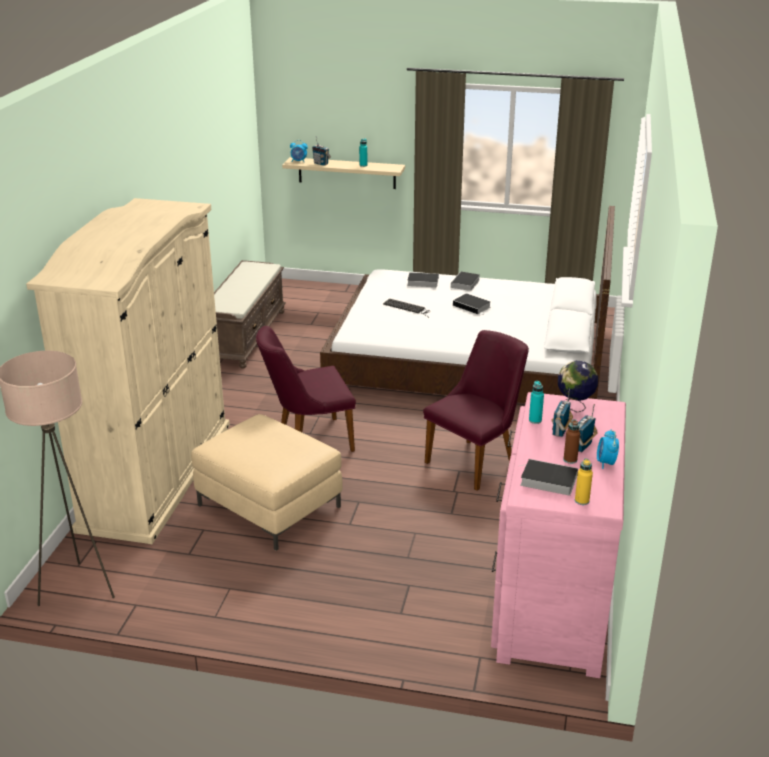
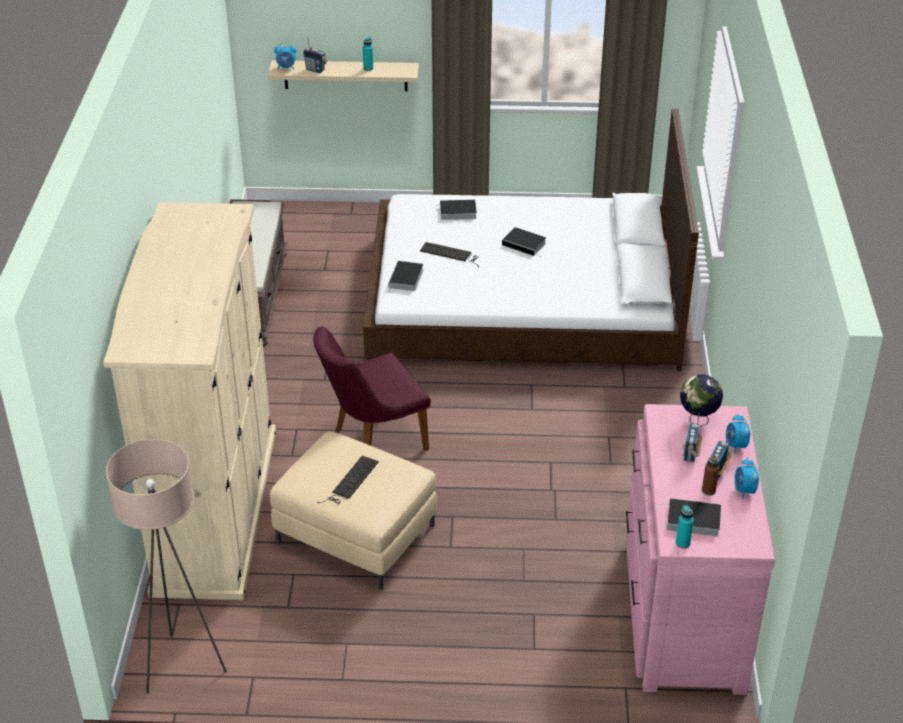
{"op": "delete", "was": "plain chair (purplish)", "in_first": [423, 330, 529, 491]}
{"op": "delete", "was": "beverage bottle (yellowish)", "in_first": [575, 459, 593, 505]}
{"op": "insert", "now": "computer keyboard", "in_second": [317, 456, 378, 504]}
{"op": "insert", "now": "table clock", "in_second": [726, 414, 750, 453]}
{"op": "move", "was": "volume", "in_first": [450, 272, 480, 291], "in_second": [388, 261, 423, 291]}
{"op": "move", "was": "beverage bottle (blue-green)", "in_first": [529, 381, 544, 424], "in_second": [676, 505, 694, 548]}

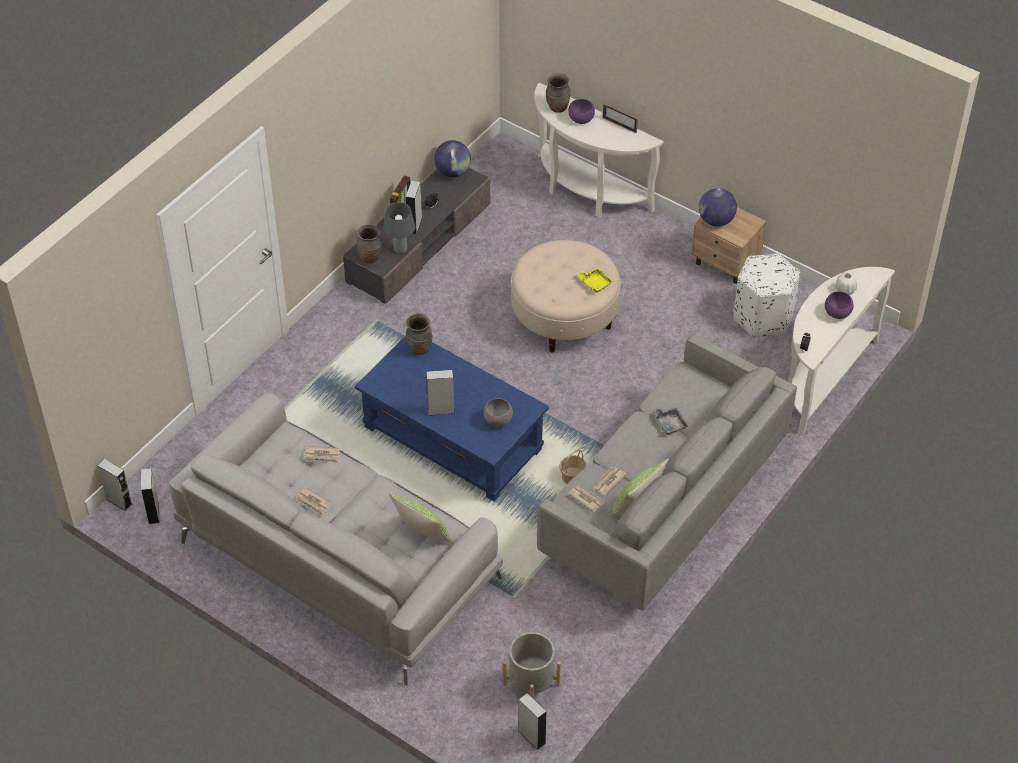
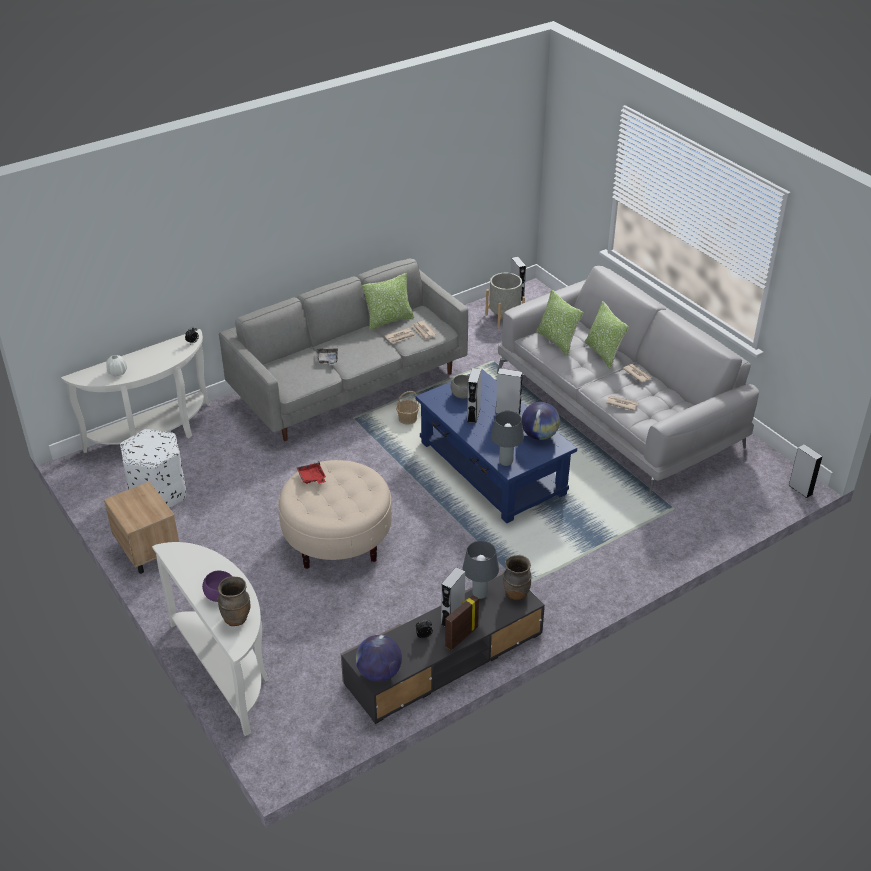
{"op": "delete", "was": "standing frame", "in_first": [603, 103, 638, 133]}
{"op": "delete", "was": "bowl (purplish)", "in_first": [825, 291, 853, 319]}
{"op": "insert", "now": "pillow", "in_second": [585, 301, 629, 369]}
{"op": "move", "was": "speaker (gray)", "in_first": [141, 468, 159, 524], "in_second": [467, 368, 481, 423]}
{"op": "move", "was": "world globe", "in_first": [699, 188, 737, 226], "in_second": [522, 402, 560, 440]}
{"op": "replace", "was": "flower vase (brown)", "now": "lamp for a table (gray)", "in_first": [406, 313, 432, 355], "in_second": [491, 411, 524, 466]}
{"op": "recolor", "was": "serving tray (yellowish)", "now": "serving tray (red)", "in_first": [578, 268, 613, 293], "in_second": [296, 462, 326, 484]}

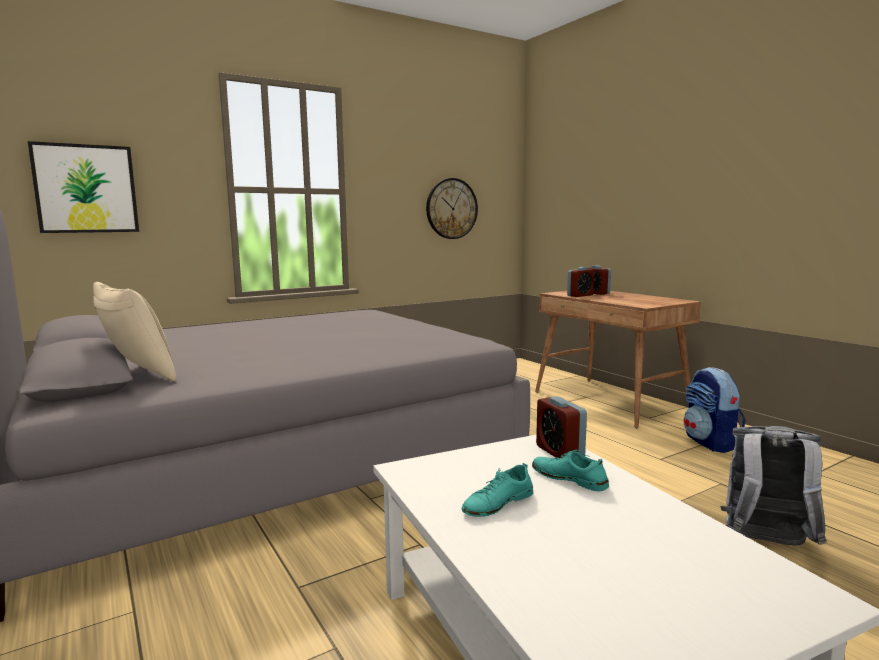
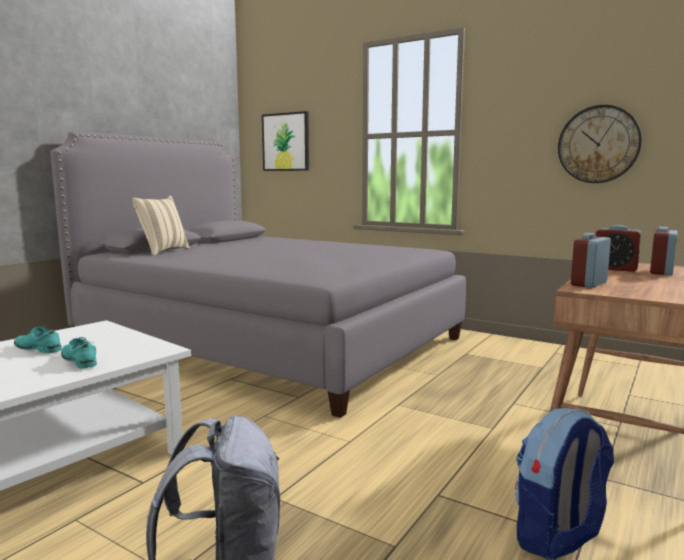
{"op": "move", "was": "table clock", "in_first": [536, 396, 587, 458], "in_second": [571, 233, 611, 288]}
{"op": "rotate", "was": "low shoe (blue-green)", "in_first": [532, 450, 609, 491], "in_second": [61, 337, 97, 369], "clockwise": -60}

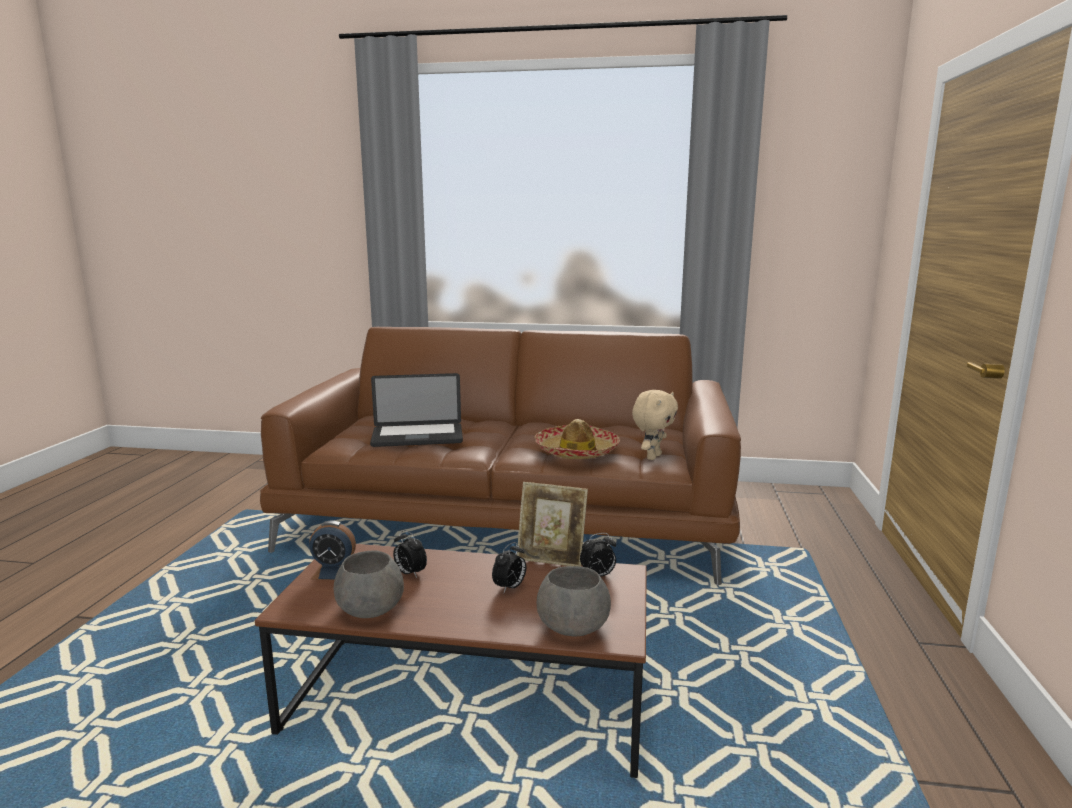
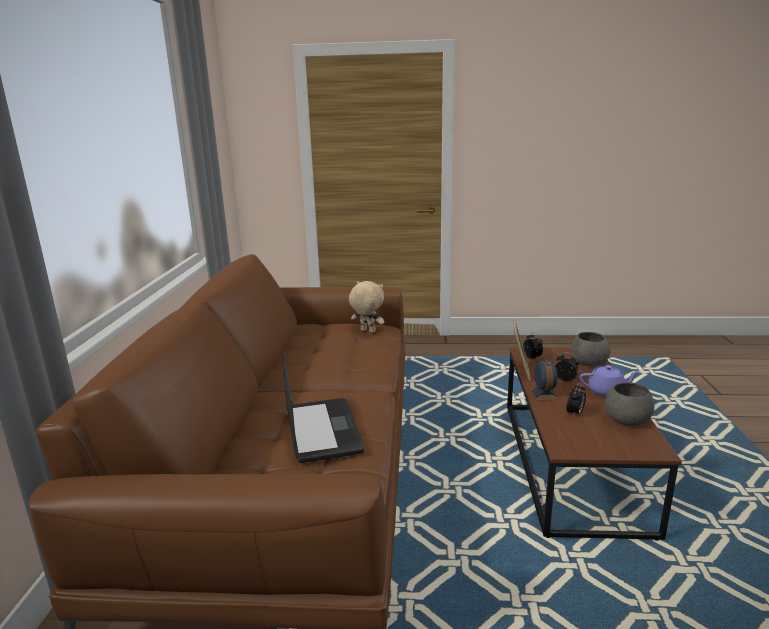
{"op": "delete", "was": "clothing hat", "in_first": [535, 419, 620, 459]}
{"op": "insert", "now": "pot for tea (purplish)", "in_second": [580, 365, 640, 397]}
{"op": "move", "was": "table clock", "in_first": [309, 521, 356, 580], "in_second": [531, 359, 558, 401]}

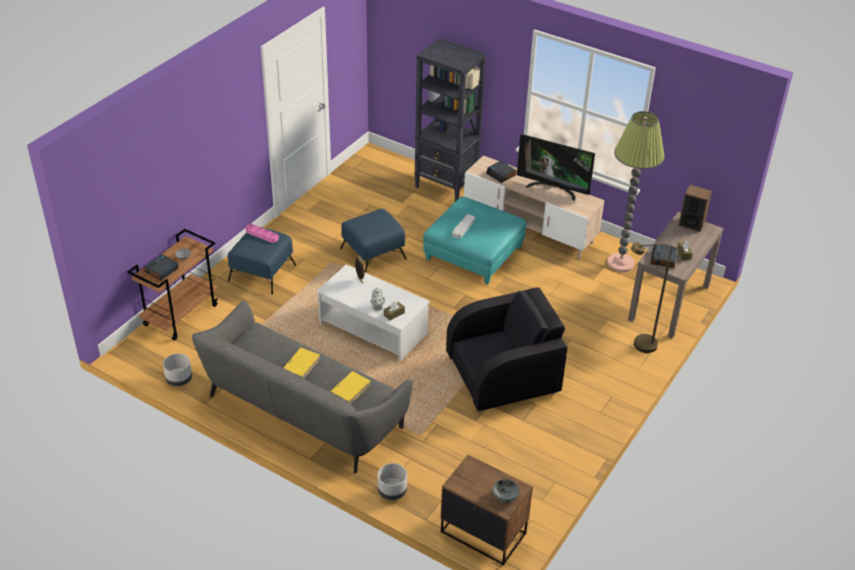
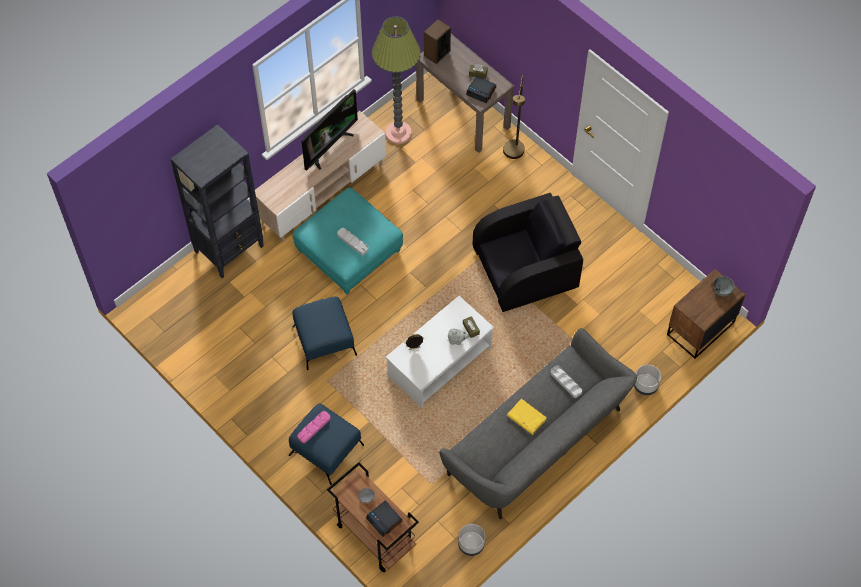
{"op": "delete", "was": "table clock", "in_first": [486, 161, 517, 183]}
{"op": "replace", "was": "volume (yellowish)", "now": "serving tray (gray)", "in_first": [330, 371, 371, 404], "in_second": [550, 365, 582, 398]}
{"op": "rotate", "was": "armchair (black)", "in_first": [446, 288, 567, 412], "in_second": [473, 193, 583, 312], "clockwise": 75}

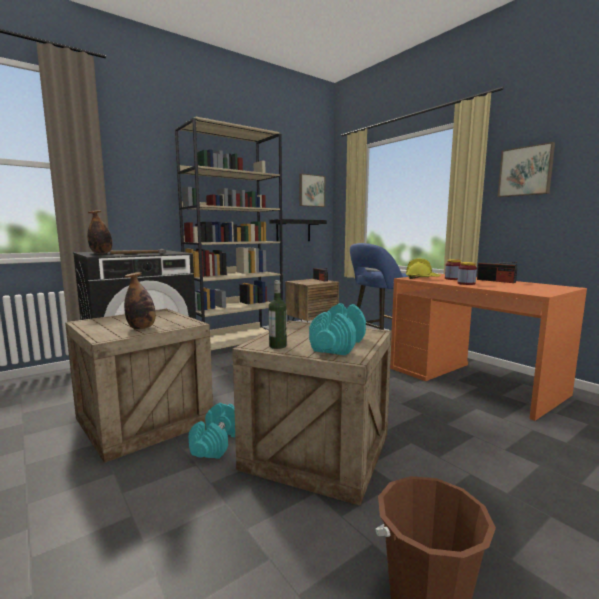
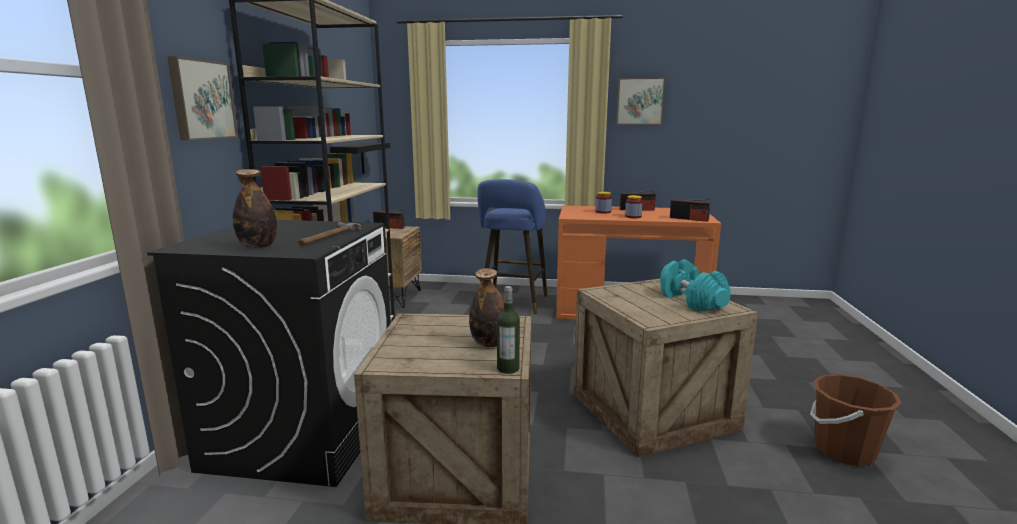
{"op": "delete", "was": "dumbbell (blue-green)", "in_first": [189, 403, 235, 459]}
{"op": "delete", "was": "hard hat (yellowish)", "in_first": [406, 258, 441, 279]}
{"op": "insert", "now": "radio receiver", "in_second": [670, 199, 710, 222]}
{"op": "move", "was": "beverage bottle", "in_first": [269, 280, 287, 349], "in_second": [497, 286, 520, 374]}
{"op": "move", "was": "wall art", "in_first": [299, 173, 326, 207], "in_second": [167, 56, 238, 140]}

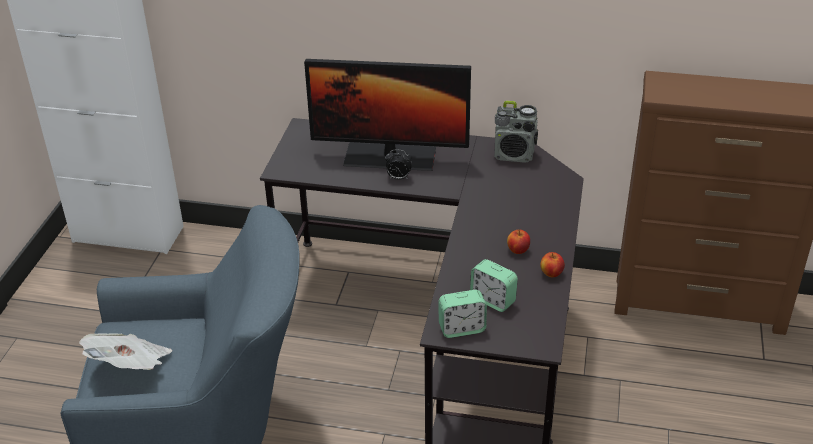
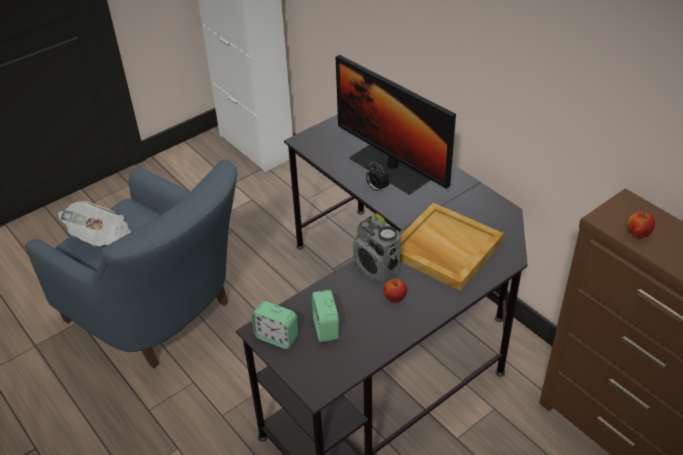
{"op": "insert", "now": "serving tray (beige)", "in_second": [400, 203, 504, 291]}
{"op": "move", "was": "radio receiver", "in_first": [494, 101, 538, 163], "in_second": [353, 213, 401, 283]}
{"op": "move", "was": "apple", "in_first": [540, 252, 565, 278], "in_second": [628, 211, 655, 238]}

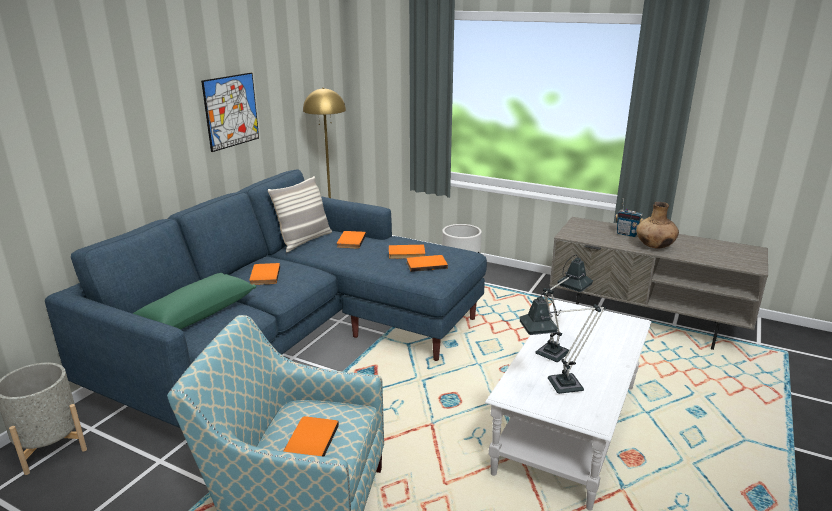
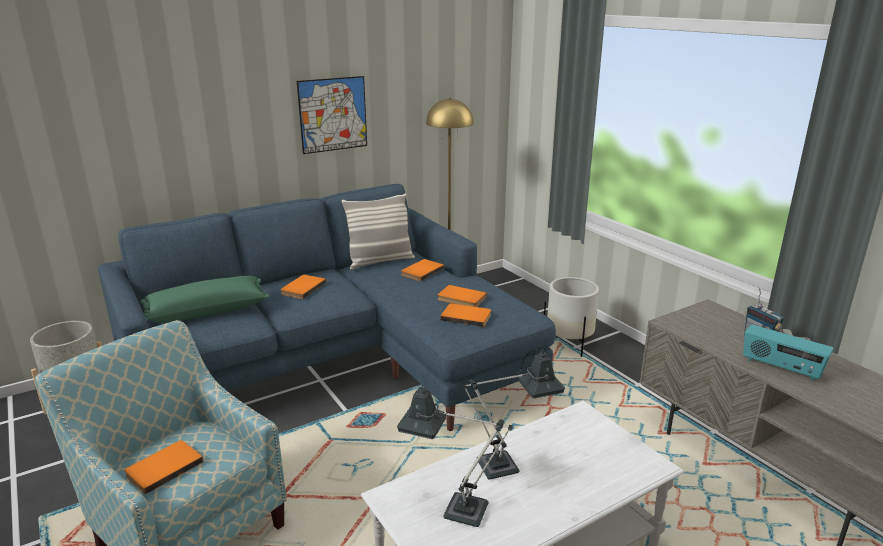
{"op": "replace", "was": "flower vase (brown)", "now": "radio receiver", "in_first": [636, 202, 679, 249], "in_second": [743, 324, 833, 381]}

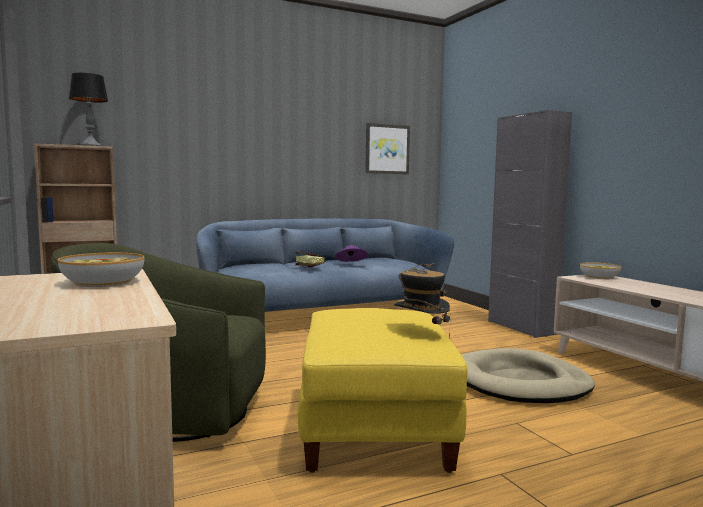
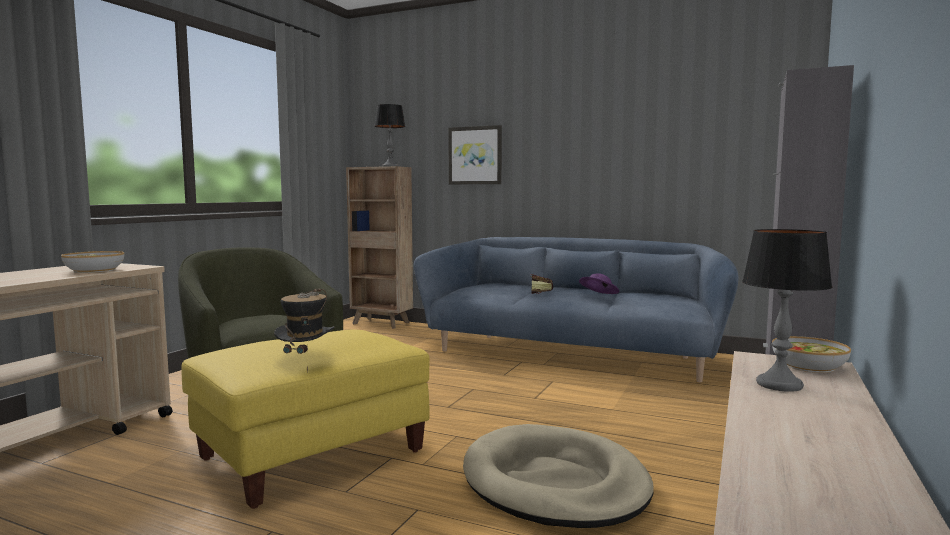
{"op": "insert", "now": "lamp for a table", "in_second": [742, 229, 832, 392]}
{"op": "move", "was": "wall art", "in_first": [365, 123, 410, 174], "in_second": [448, 125, 502, 184]}

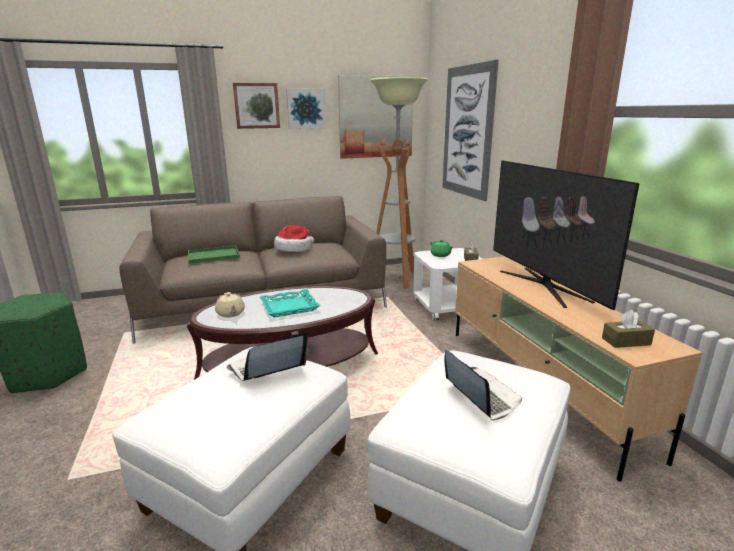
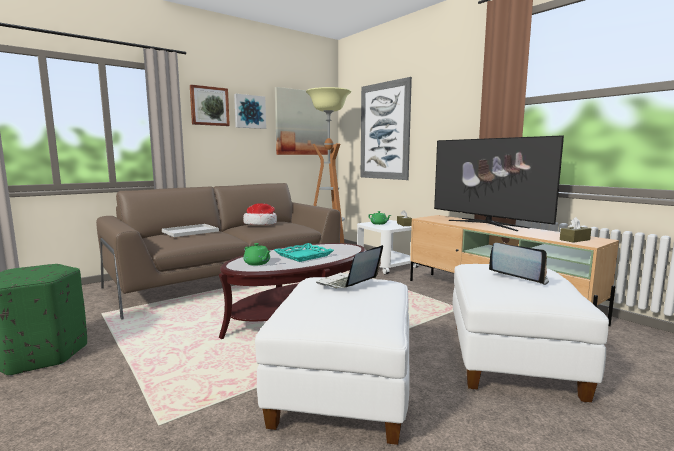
{"op": "recolor", "was": "serving tray (green-coloured)", "now": "serving tray (white-coloured)", "in_first": [188, 245, 240, 264], "in_second": [162, 224, 219, 237]}
{"op": "recolor", "was": "pot for tea (beige)", "now": "pot for tea (green-coloured)", "in_first": [215, 292, 245, 318], "in_second": [243, 243, 270, 265]}

